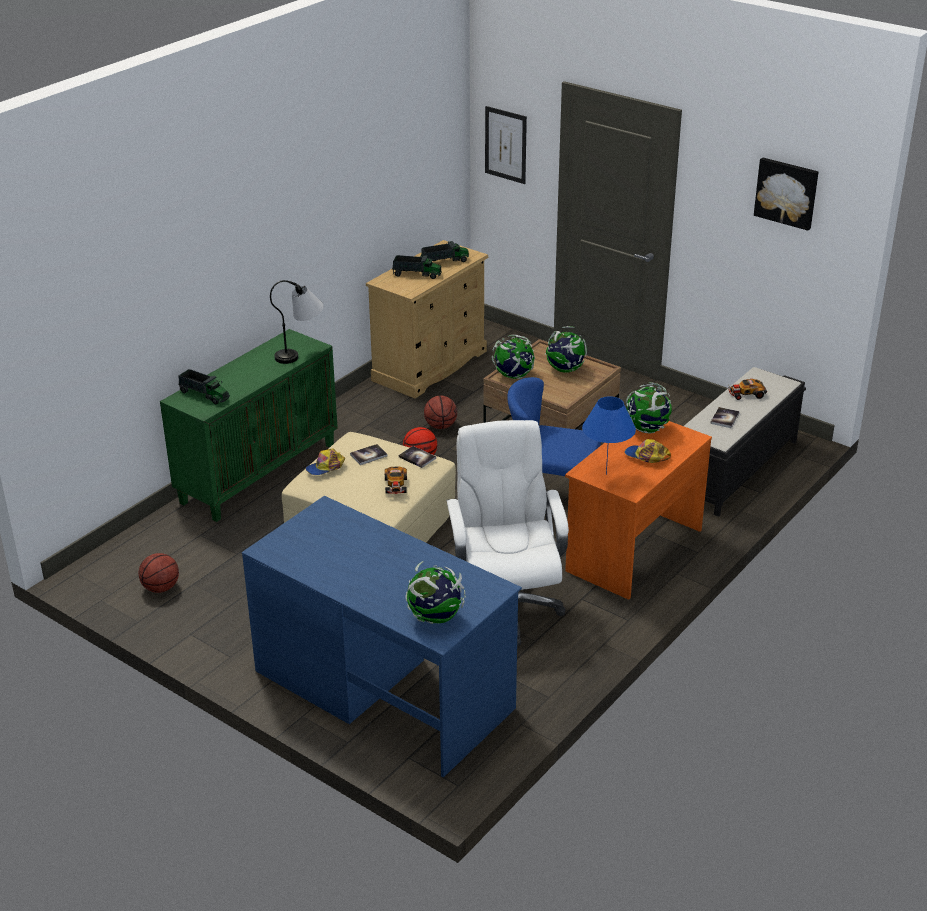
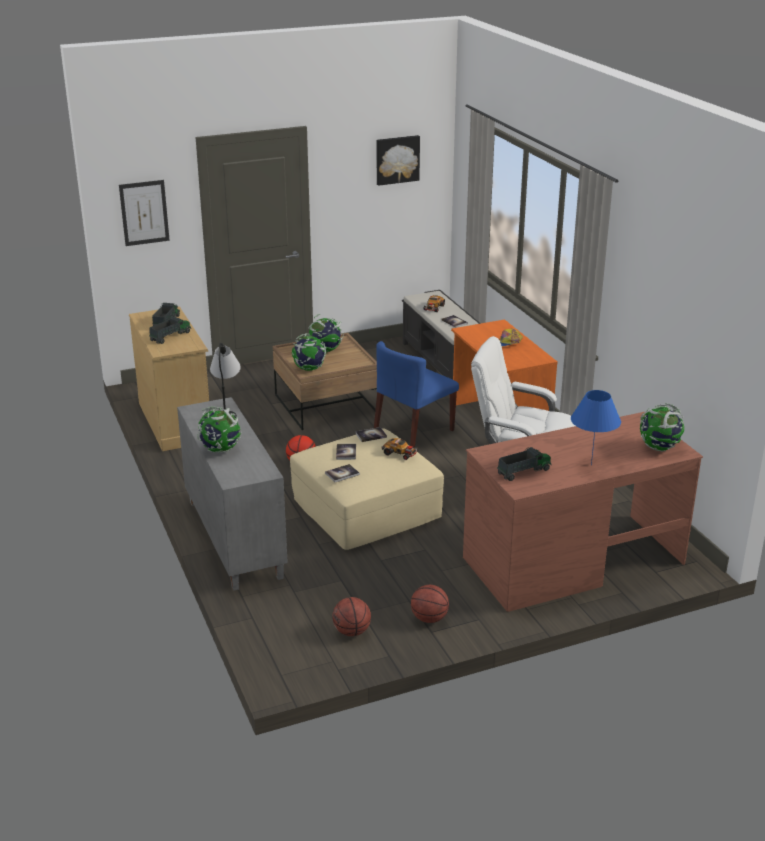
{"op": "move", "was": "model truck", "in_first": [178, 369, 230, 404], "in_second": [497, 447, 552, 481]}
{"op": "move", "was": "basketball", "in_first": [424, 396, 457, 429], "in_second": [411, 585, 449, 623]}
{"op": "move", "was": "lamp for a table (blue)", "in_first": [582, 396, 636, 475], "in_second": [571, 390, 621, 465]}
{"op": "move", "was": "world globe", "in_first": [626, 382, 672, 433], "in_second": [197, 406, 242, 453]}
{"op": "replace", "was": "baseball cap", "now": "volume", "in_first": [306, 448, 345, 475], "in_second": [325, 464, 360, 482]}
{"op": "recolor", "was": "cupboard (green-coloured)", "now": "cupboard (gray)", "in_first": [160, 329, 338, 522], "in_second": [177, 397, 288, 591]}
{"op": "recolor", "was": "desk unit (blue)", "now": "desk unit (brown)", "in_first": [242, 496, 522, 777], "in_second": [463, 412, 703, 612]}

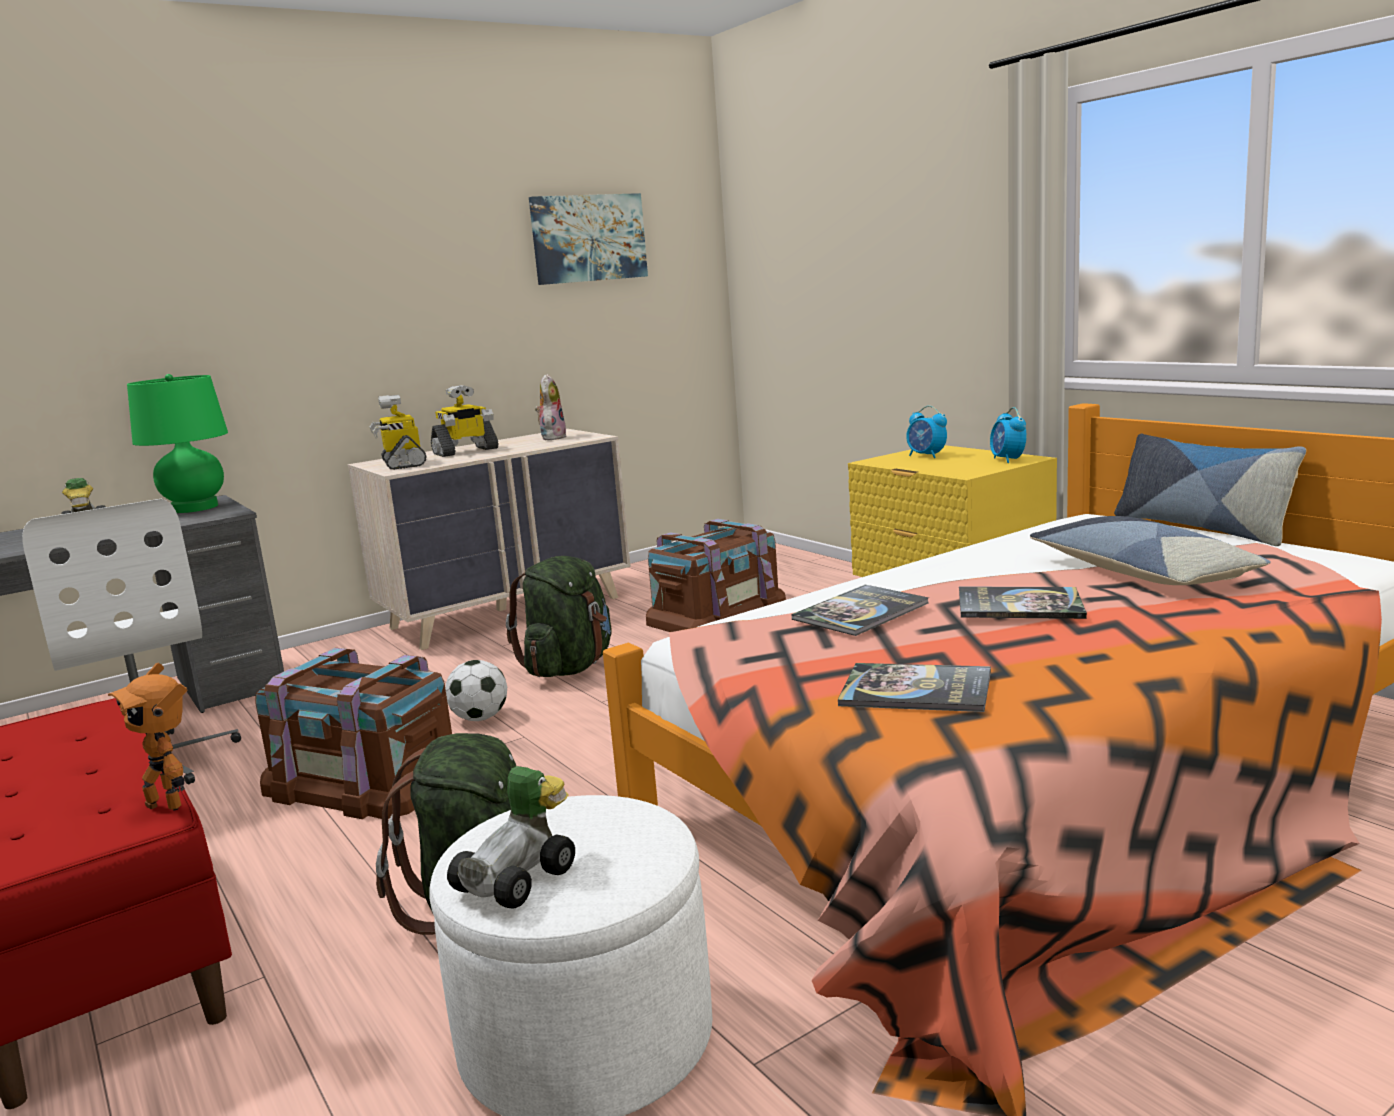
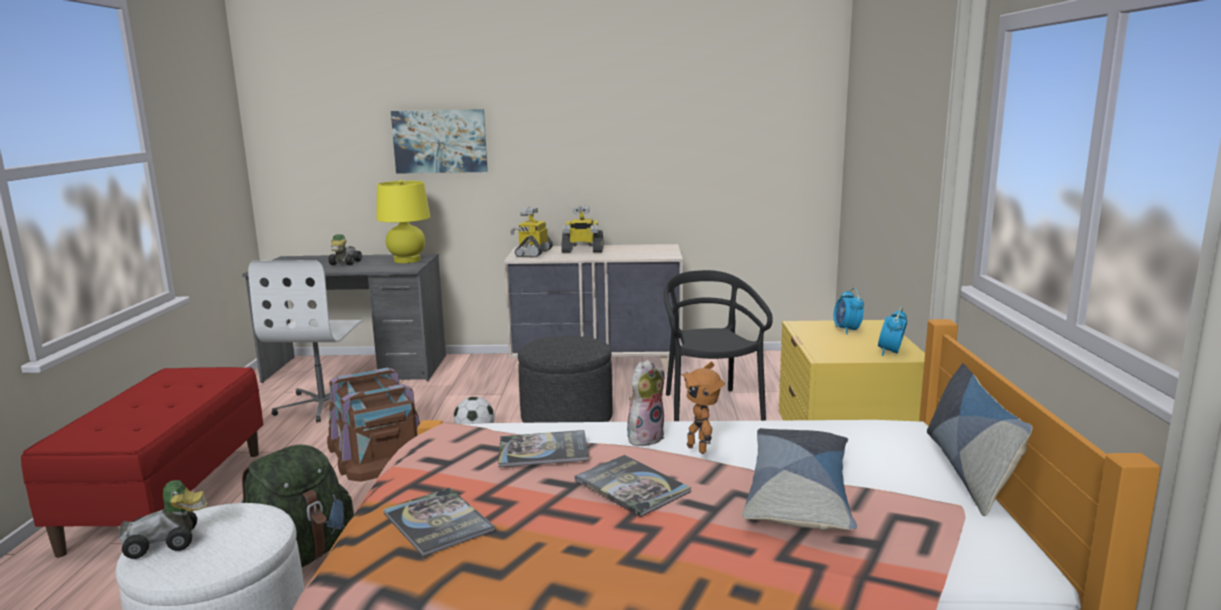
{"op": "move", "was": "model robot", "in_first": [108, 663, 187, 811], "in_second": [681, 362, 725, 454]}
{"op": "move", "was": "wall art", "in_first": [529, 193, 648, 285], "in_second": [391, 109, 488, 174]}
{"op": "move", "was": "soft toy", "in_first": [535, 374, 567, 440], "in_second": [627, 359, 664, 446]}
{"op": "replace", "was": "backpack (green-coloured)", "now": "footrest (gray)", "in_first": [506, 556, 612, 677], "in_second": [518, 336, 613, 423]}
{"op": "replace", "was": "storage box (brown)", "now": "plain chair (black)", "in_first": [646, 519, 786, 632], "in_second": [664, 270, 773, 421]}
{"op": "recolor", "was": "lamp for a table (green-coloured)", "now": "lamp for a table (yellowish)", "in_first": [127, 374, 228, 513], "in_second": [376, 180, 430, 263]}

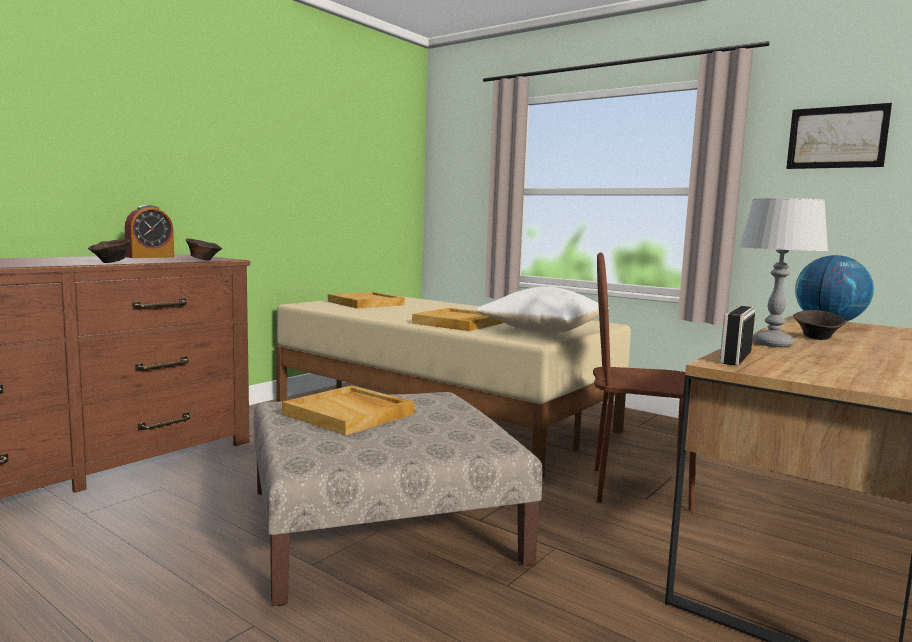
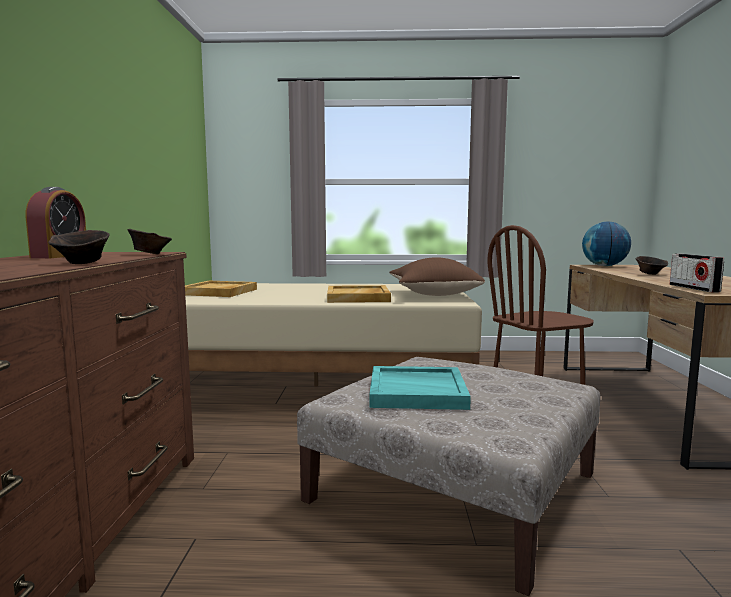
{"op": "delete", "was": "lamp for a table (gray)", "in_first": [739, 198, 828, 347]}
{"op": "delete", "was": "wall art", "in_first": [786, 103, 892, 169]}
{"op": "recolor", "was": "serving tray (beige)", "now": "serving tray (blue-green)", "in_first": [282, 385, 414, 436], "in_second": [369, 366, 471, 410]}
{"op": "recolor", "was": "pillow (white-coloured)", "now": "pillow (brown)", "in_first": [476, 286, 609, 333], "in_second": [389, 257, 485, 296]}

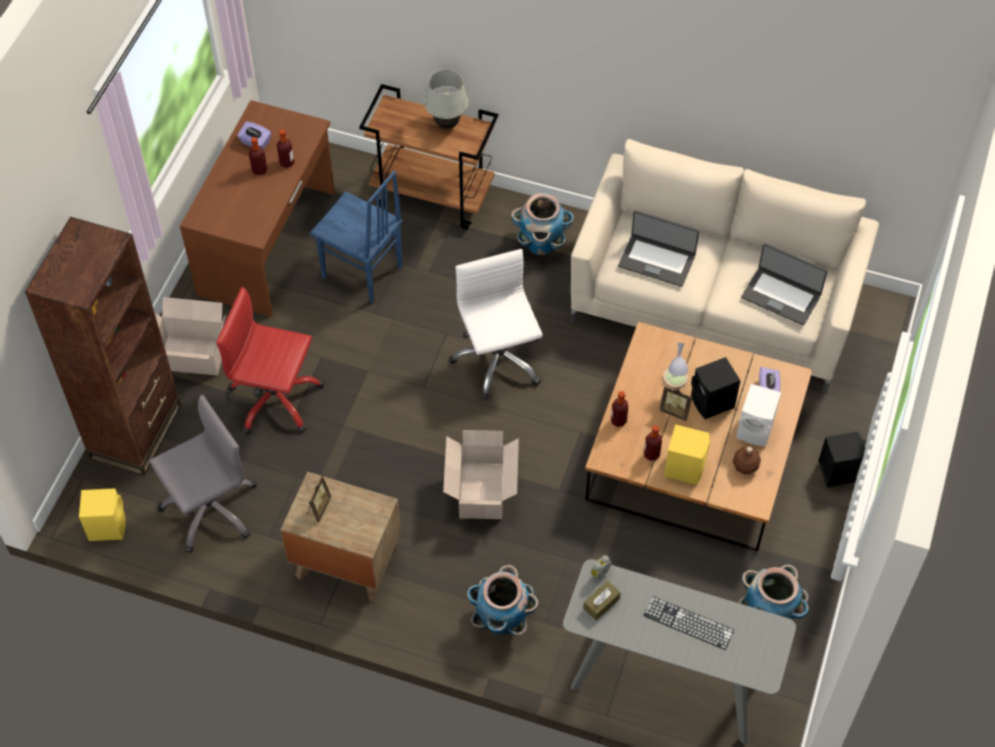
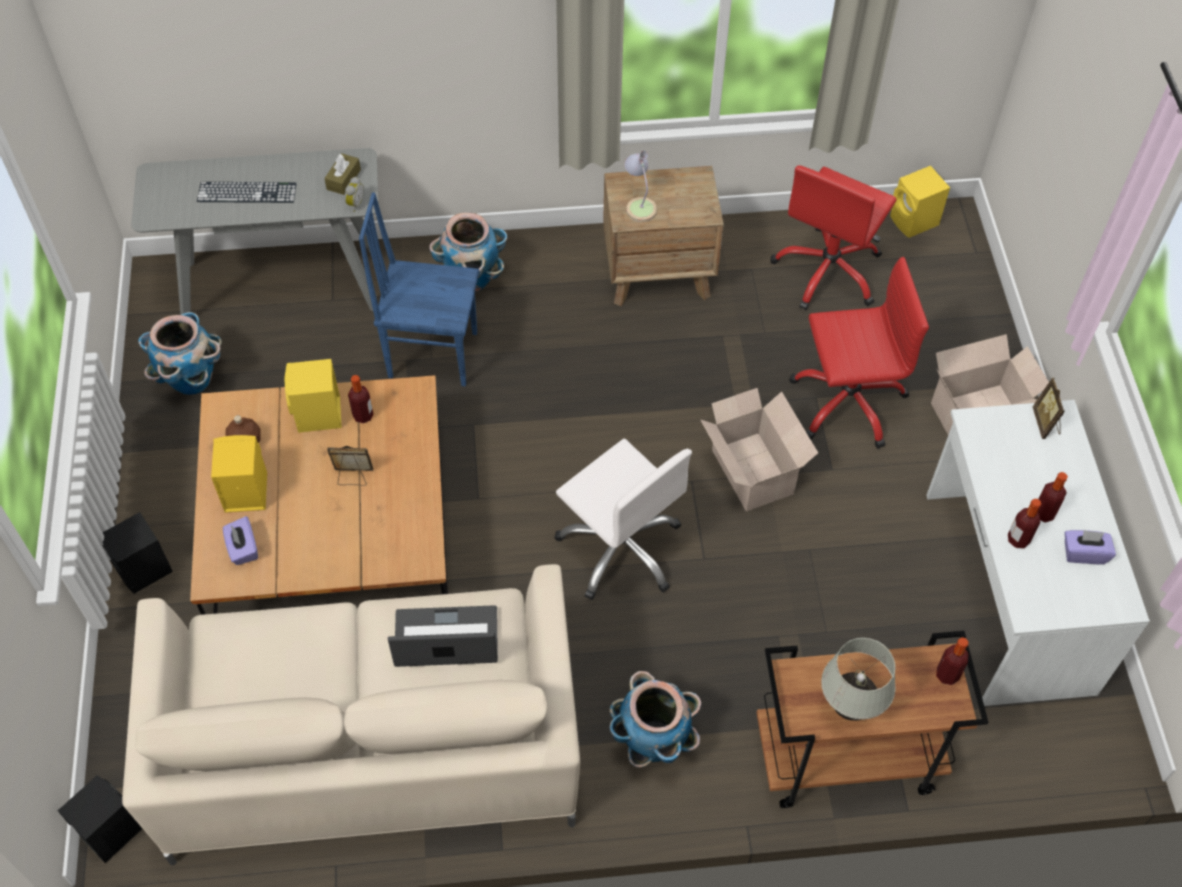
{"op": "delete", "was": "shelving unit (brown)", "in_first": [25, 217, 181, 476]}
{"op": "delete", "was": "portable computer", "in_first": [741, 243, 828, 325]}
{"op": "move", "was": "standing frame", "in_first": [307, 476, 331, 522], "in_second": [1032, 378, 1065, 439]}
{"op": "move", "was": "plain chair (blue)", "in_first": [310, 171, 403, 304], "in_second": [359, 192, 479, 386]}
{"op": "move", "was": "carton", "in_first": [443, 430, 519, 519], "in_second": [701, 388, 818, 511]}
{"op": "move", "was": "beverage bottle", "in_first": [611, 391, 628, 427], "in_second": [936, 637, 969, 685]}
{"op": "move", "was": "lamp for a table", "in_first": [663, 343, 688, 389], "in_second": [625, 151, 657, 222]}
{"op": "move", "was": "speaker (black)", "in_first": [691, 357, 741, 419], "in_second": [58, 775, 142, 863]}
{"op": "recolor", "was": "office chair (gray)", "now": "office chair (red)", "in_first": [149, 395, 257, 553], "in_second": [770, 165, 897, 310]}
{"op": "recolor", "was": "desk unit (brown)", "now": "desk unit (white-coloured)", "in_first": [180, 100, 335, 317], "in_second": [926, 400, 1150, 706]}
{"op": "recolor", "was": "speaker (white-coloured)", "now": "speaker (yellowish)", "in_first": [736, 384, 781, 447], "in_second": [211, 435, 267, 513]}

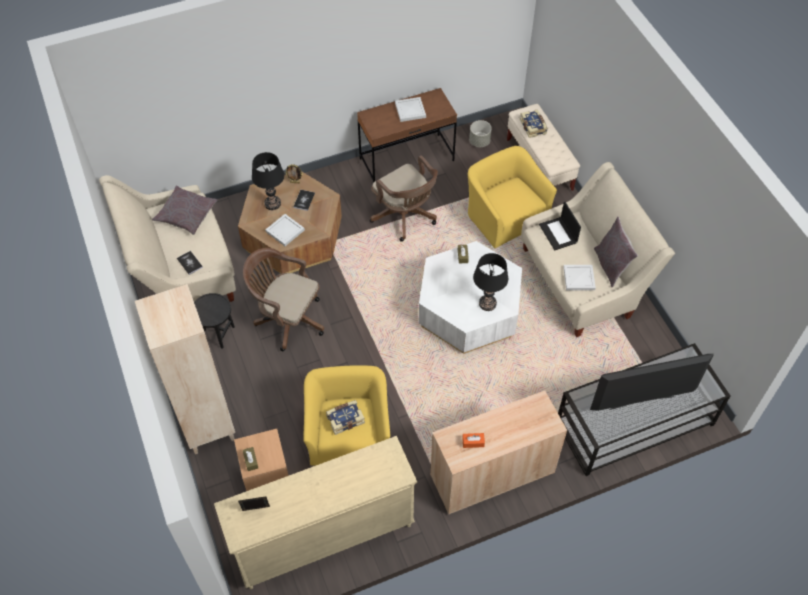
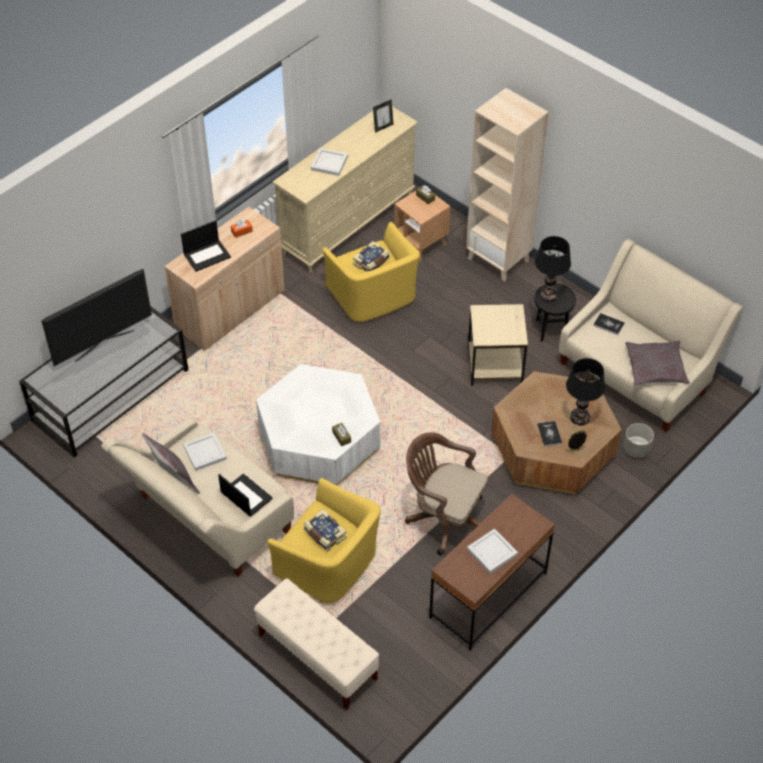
{"op": "insert", "now": "portable computer", "in_second": [181, 220, 231, 272]}
{"op": "move", "was": "serving tray (white-coloured)", "in_first": [265, 214, 305, 246], "in_second": [311, 148, 348, 176]}
{"op": "move", "was": "flower pot (gray)", "in_first": [469, 120, 492, 147], "in_second": [624, 423, 654, 458]}
{"op": "move", "was": "lamp for a table (black)", "in_first": [473, 253, 508, 311], "in_second": [535, 236, 571, 302]}
{"op": "move", "was": "volume", "in_first": [520, 110, 548, 138], "in_second": [304, 509, 347, 551]}
{"op": "replace", "was": "office chair (brown)", "now": "accent table (beige)", "in_first": [243, 248, 324, 351], "in_second": [468, 304, 528, 386]}

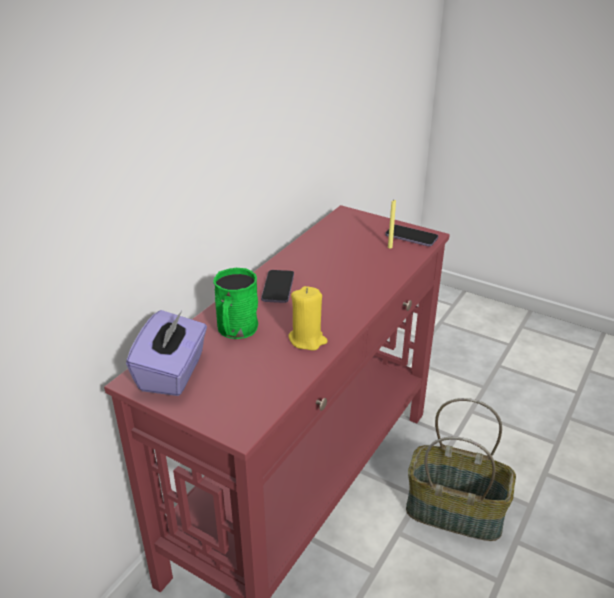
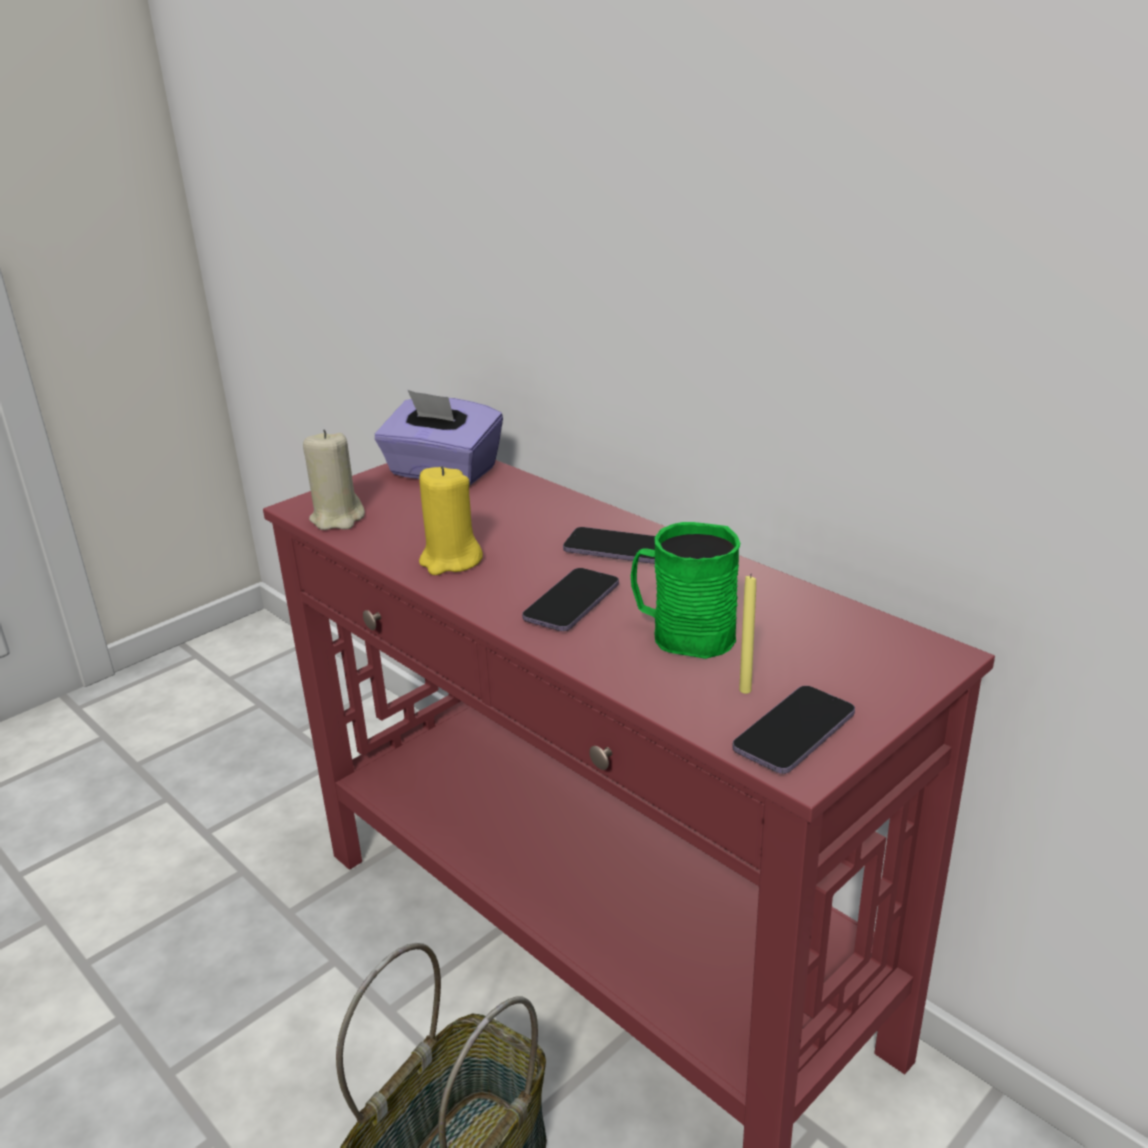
{"op": "insert", "now": "wax light (beige)", "in_second": [303, 429, 365, 530]}
{"op": "insert", "now": "handset", "in_second": [522, 568, 619, 631]}
{"op": "move", "was": "coffee mug (green-coloured)", "in_first": [213, 268, 258, 339], "in_second": [631, 522, 740, 659]}

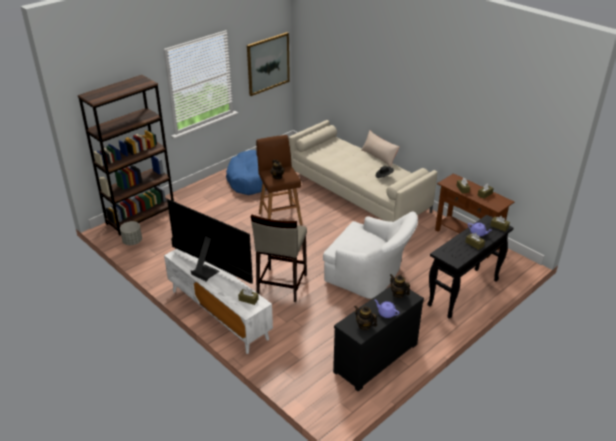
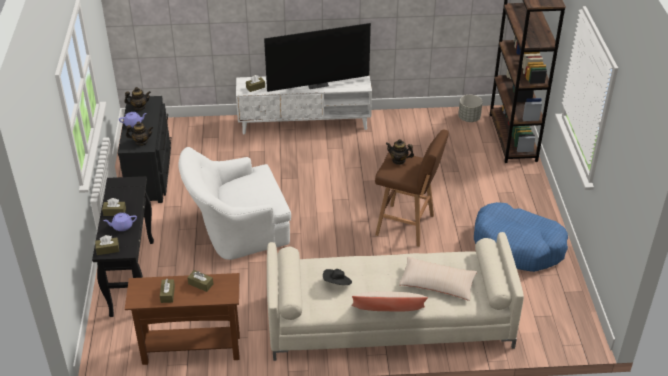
{"op": "delete", "was": "wall art", "in_first": [247, 32, 290, 96]}
{"op": "delete", "was": "stool seat (beige)", "in_first": [251, 214, 307, 302]}
{"op": "insert", "now": "pillow (beige)", "in_second": [399, 256, 477, 301]}

